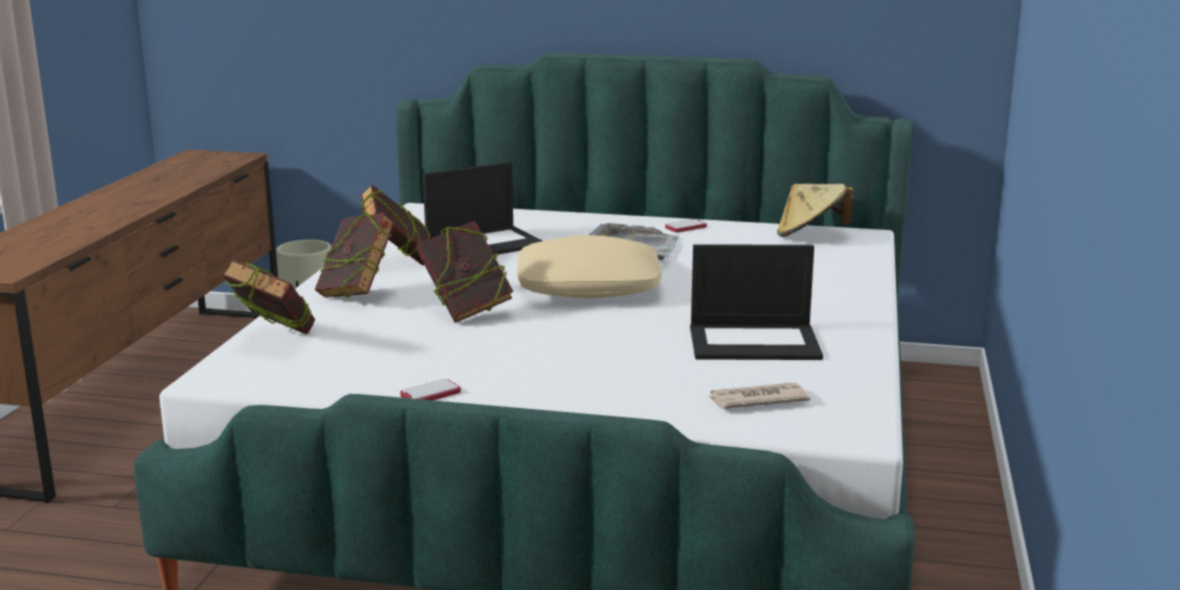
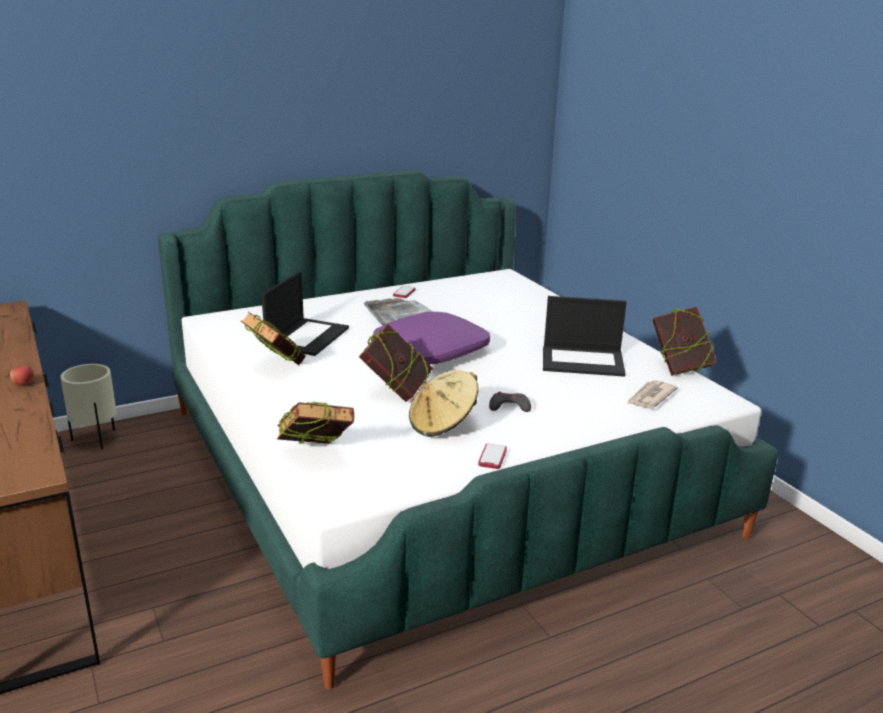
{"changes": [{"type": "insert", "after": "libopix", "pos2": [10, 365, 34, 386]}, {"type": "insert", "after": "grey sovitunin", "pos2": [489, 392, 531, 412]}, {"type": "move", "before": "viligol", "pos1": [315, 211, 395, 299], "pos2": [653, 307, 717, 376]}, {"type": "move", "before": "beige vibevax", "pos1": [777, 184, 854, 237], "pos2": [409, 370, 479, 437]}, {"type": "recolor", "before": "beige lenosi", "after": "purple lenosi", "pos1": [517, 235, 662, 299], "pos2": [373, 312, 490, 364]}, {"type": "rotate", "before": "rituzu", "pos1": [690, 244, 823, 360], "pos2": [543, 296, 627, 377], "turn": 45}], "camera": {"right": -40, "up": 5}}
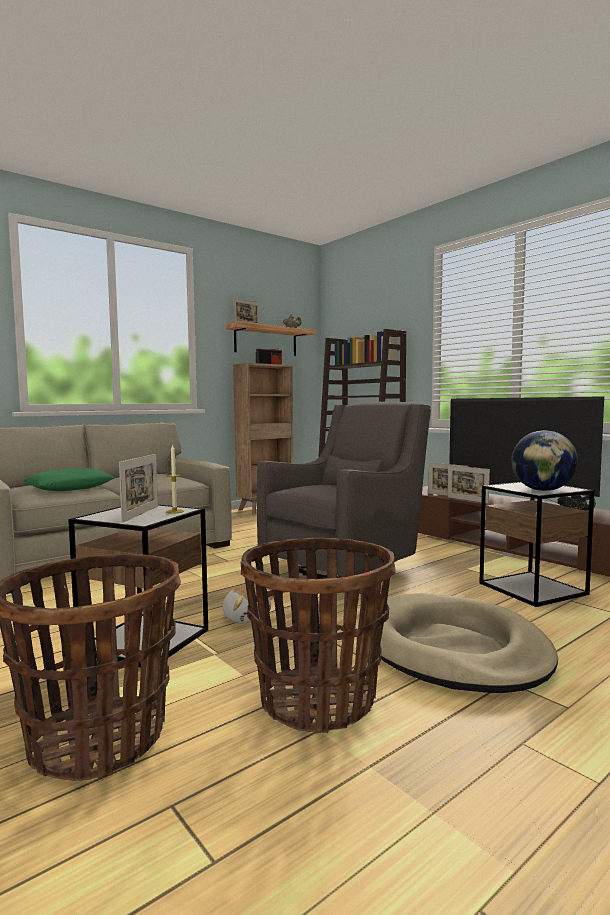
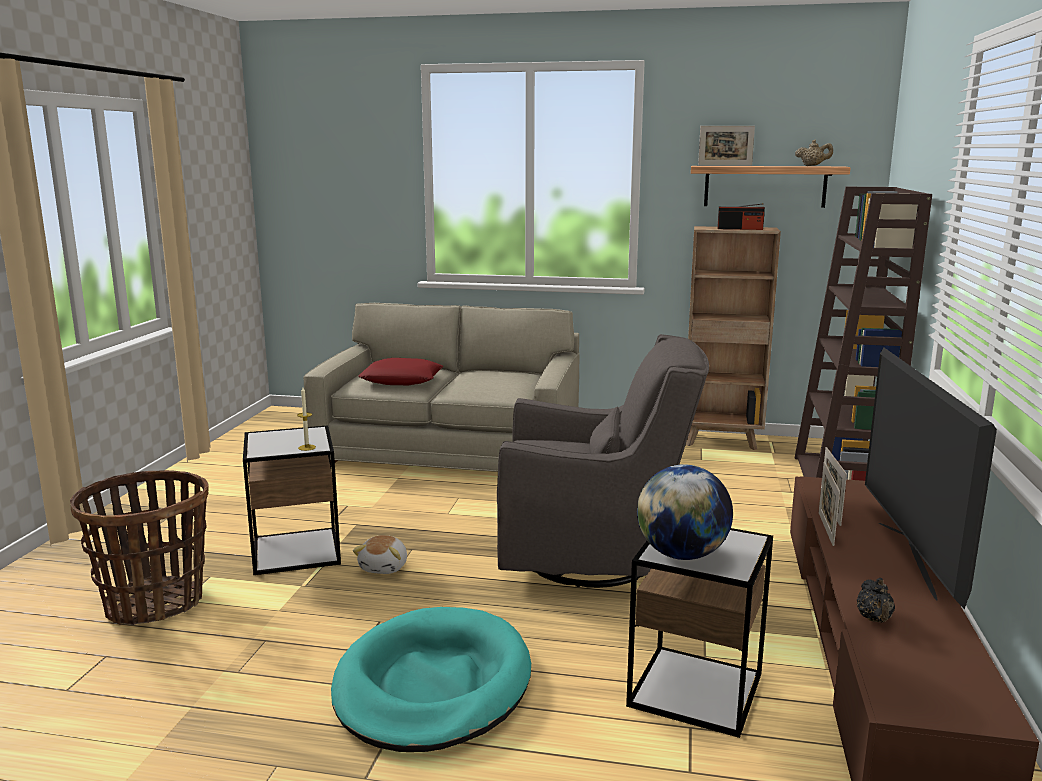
{"changes": [{"type": "delete", "before": "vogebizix", "pos1": [119, 454, 158, 523]}, {"type": "delete", "before": "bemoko", "pos1": [240, 538, 396, 734]}, {"type": "recolor", "before": "green lenosi", "after": "red lenosi", "pos1": [23, 468, 115, 491], "pos2": [358, 358, 443, 385]}, {"type": "recolor", "before": "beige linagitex", "after": "turquoise linagitex", "pos1": [379, 593, 558, 693], "pos2": [331, 607, 531, 752]}], "camera": {"right": 50, "up": 10}}
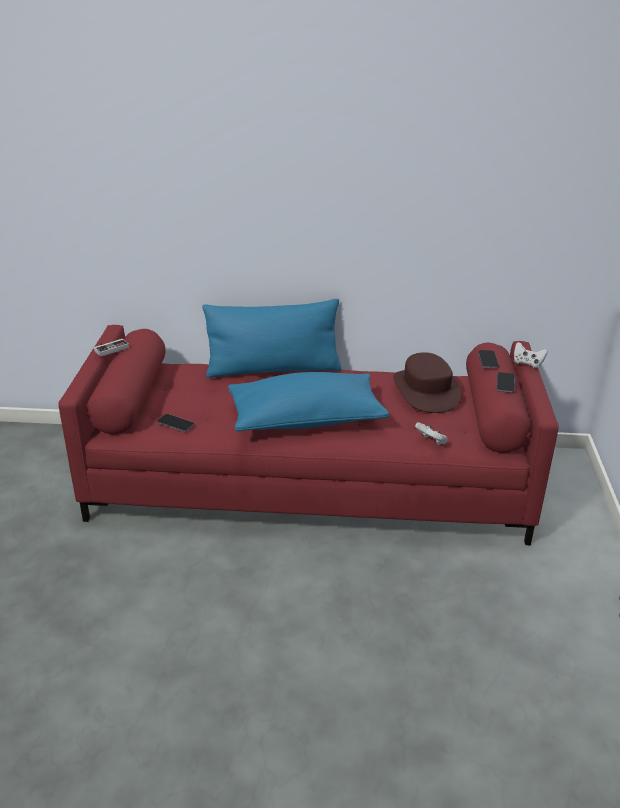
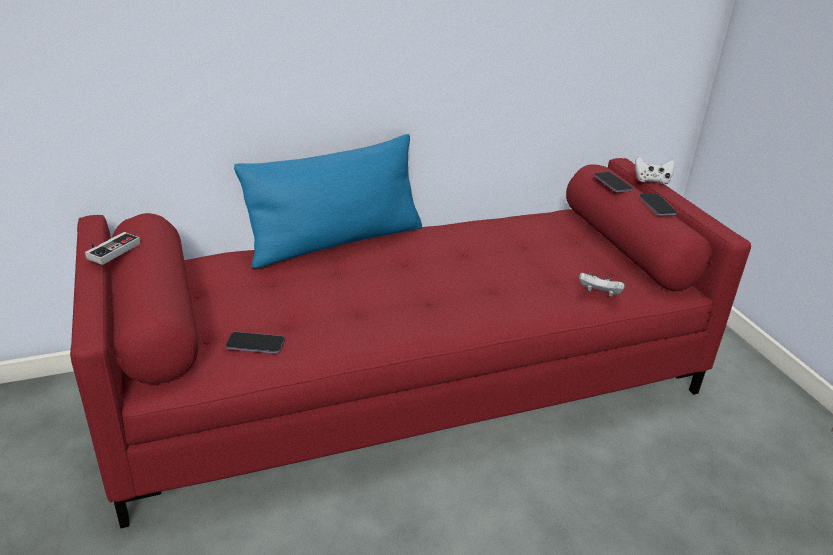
{"changes": [{"type": "delete", "before": "blue lenosi", "pos1": [228, 372, 389, 431]}, {"type": "delete", "before": "brown vibevax", "pos1": [394, 352, 461, 413]}], "camera": {"right": -25, "up": 0}}
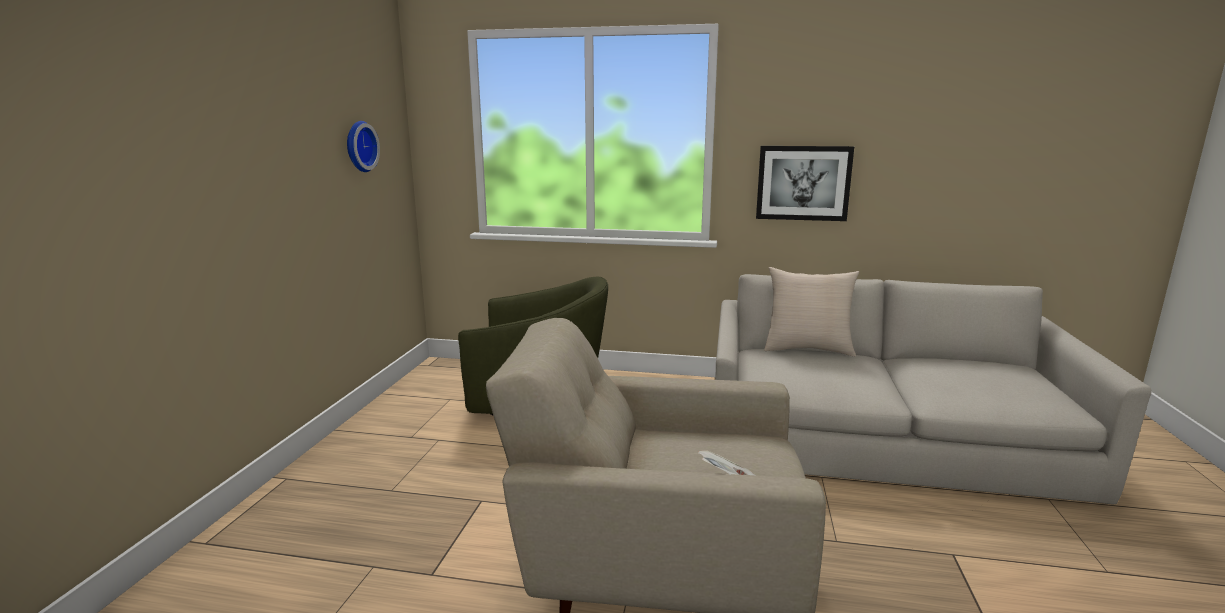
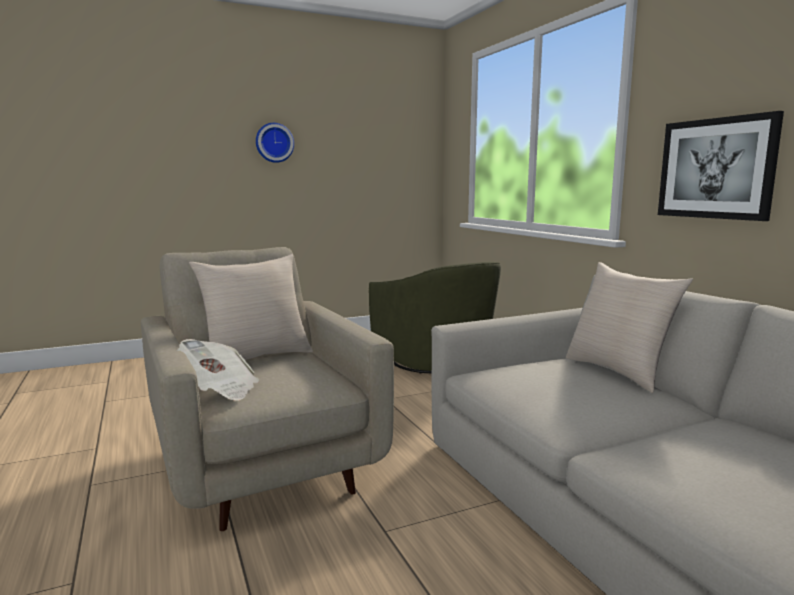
{"changes": [{"type": "insert", "after": "beige lenosi", "pos2": [189, 254, 313, 360]}, {"type": "move", "before": "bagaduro", "pos1": [347, 121, 380, 172], "pos2": [256, 123, 294, 163]}], "camera": {"right": 55, "up": -5}}
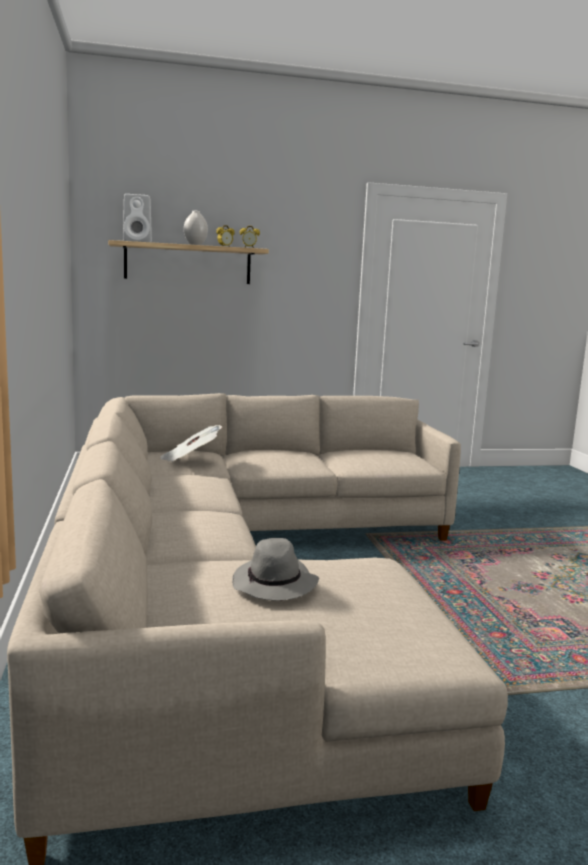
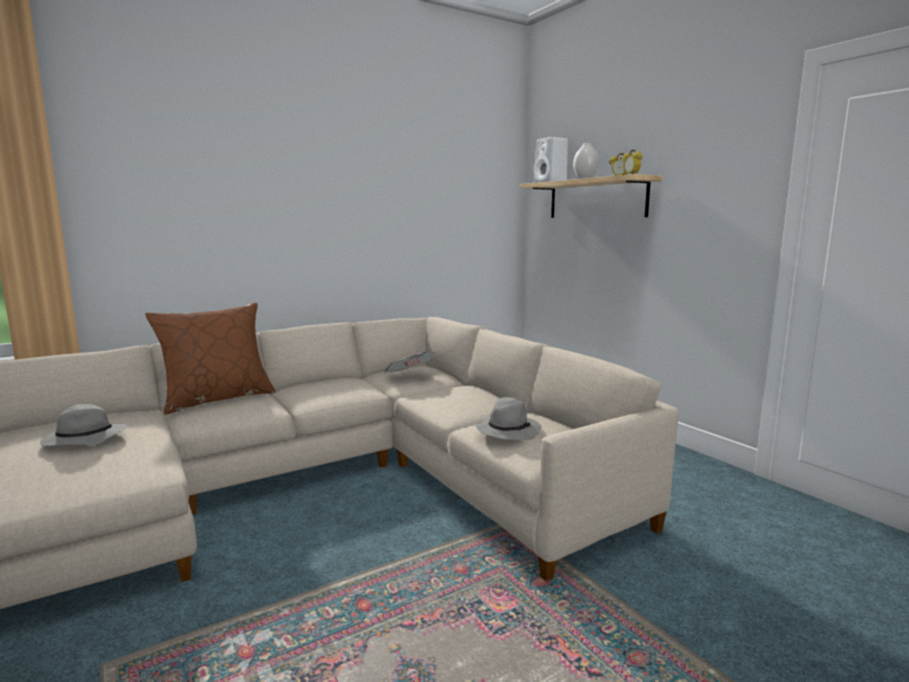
{"changes": [{"type": "insert", "after": "brown lenosi", "pos2": [145, 303, 276, 415]}, {"type": "insert", "after": "grey vibevax", "pos2": [475, 397, 541, 440]}], "camera": {"right": 70, "up": 0}}
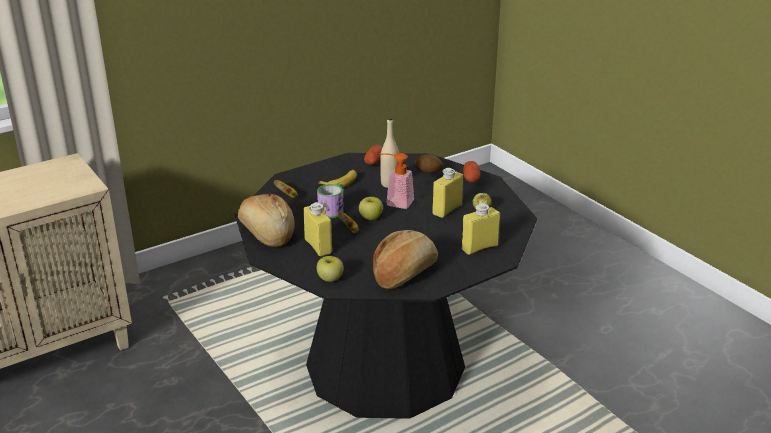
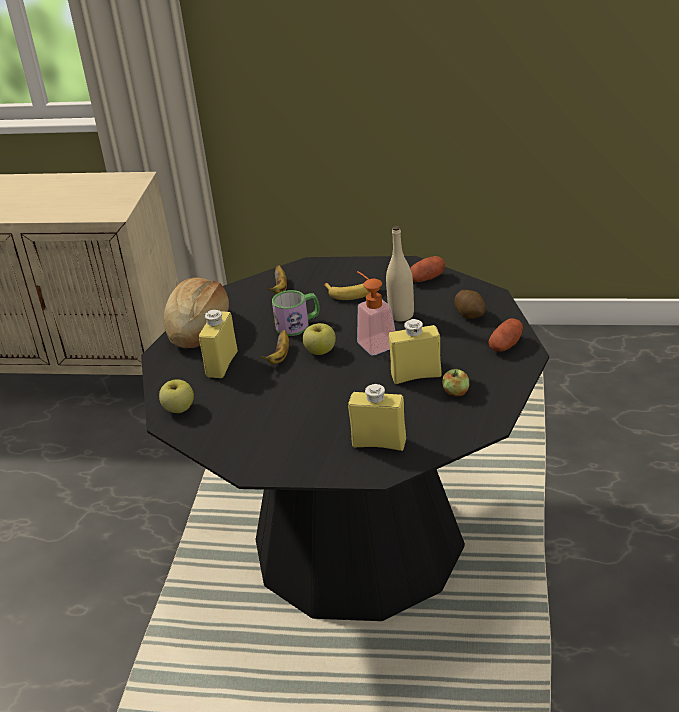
{"changes": [{"type": "delete", "before": "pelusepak", "pos1": [373, 230, 438, 289]}], "camera": {"right": 45, "up": 5}}
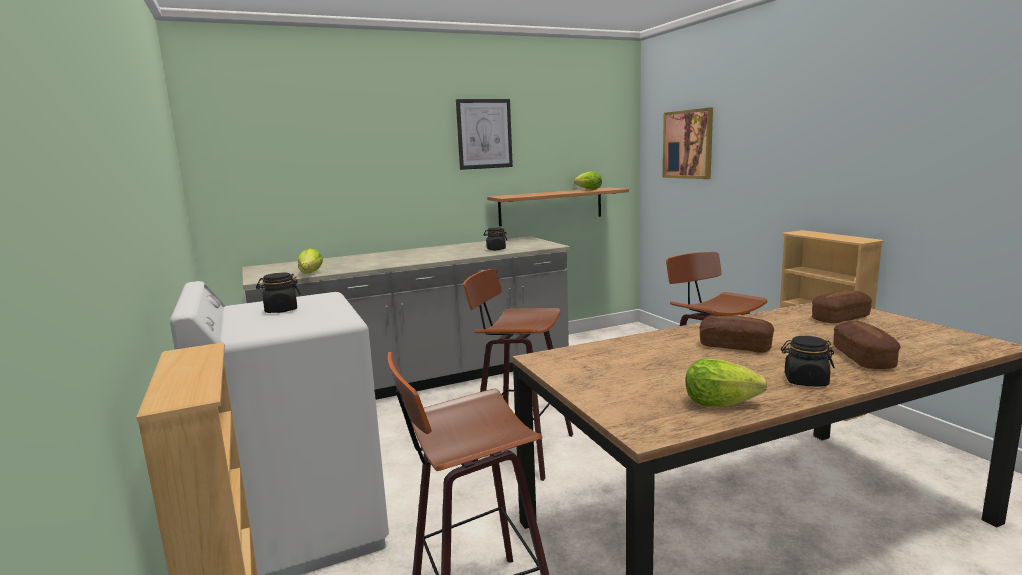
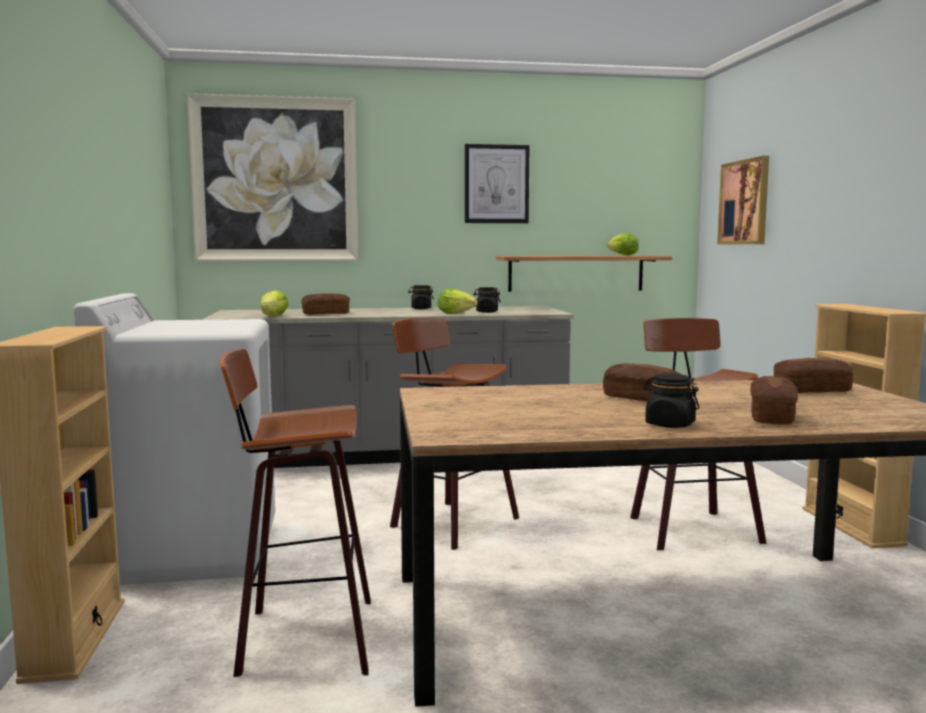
{"changes": [{"type": "insert", "after": "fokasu", "pos2": [187, 93, 358, 261]}, {"type": "insert", "after": "pelusepak", "pos2": [301, 293, 350, 315]}, {"type": "move", "before": "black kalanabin", "pos1": [256, 273, 301, 313], "pos2": [408, 285, 434, 309]}, {"type": "move", "before": "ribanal", "pos1": [686, 358, 767, 407], "pos2": [438, 289, 477, 314]}], "camera": {"right": 15, "up": -5}}
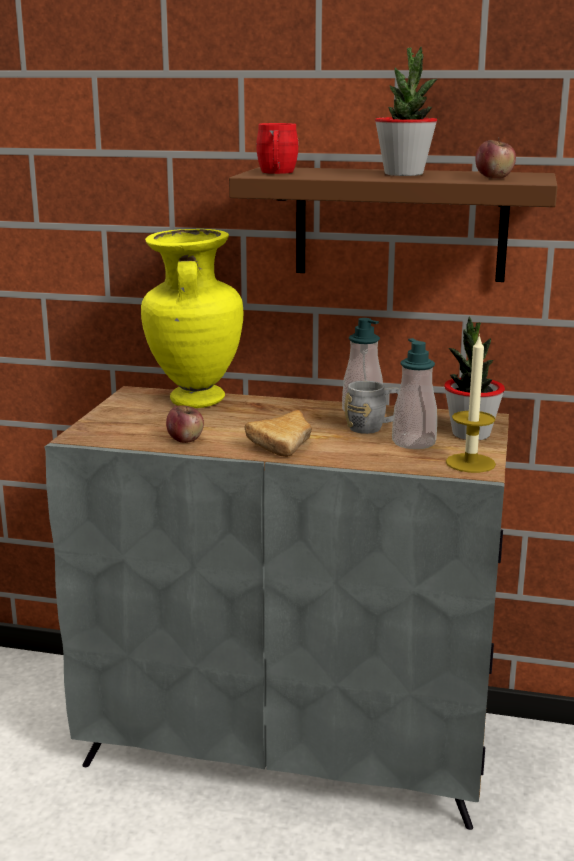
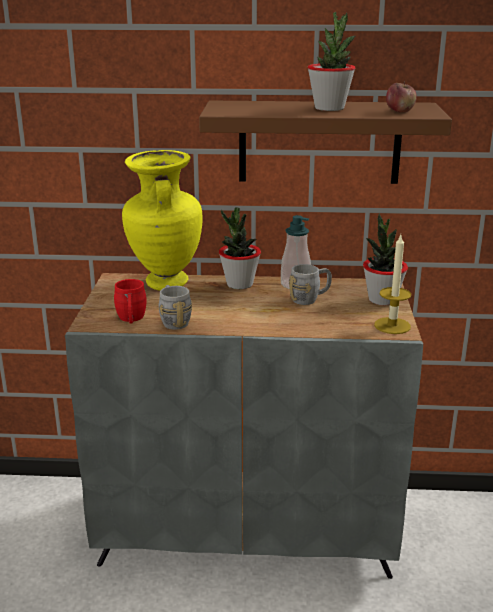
{"changes": [{"type": "delete", "before": "pelusepak", "pos1": [245, 410, 312, 457]}, {"type": "delete", "before": "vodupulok", "pos1": [392, 338, 437, 449]}, {"type": "insert", "after": "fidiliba", "pos2": [219, 208, 261, 289]}, {"type": "move", "before": "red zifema", "pos1": [256, 123, 299, 174], "pos2": [114, 279, 147, 323]}, {"type": "replace", "before": "libopix", "after": "grey zifema", "pos1": [166, 405, 204, 443], "pos2": [159, 285, 192, 330]}], "camera": {"right": -10, "up": 5}}
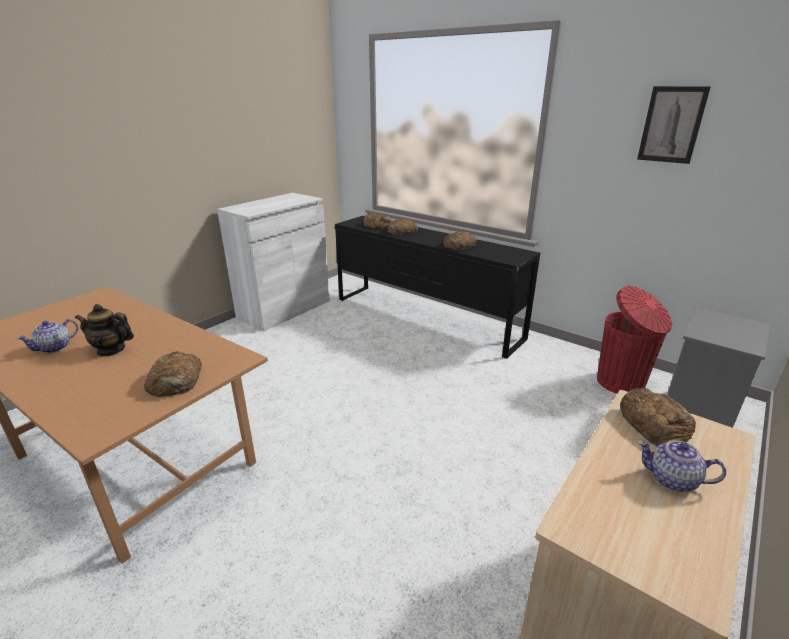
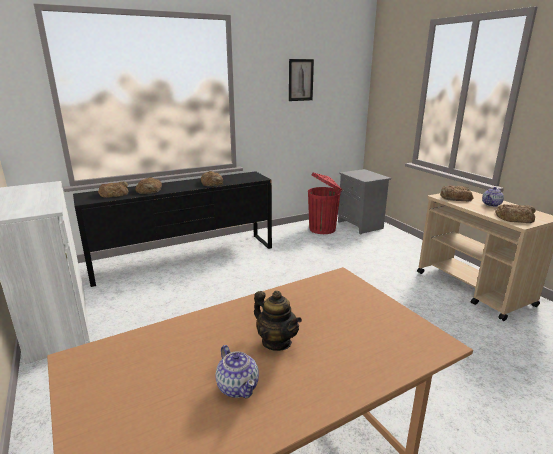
{"changes": [{"type": "move", "before": "pelusepak", "pos1": [144, 351, 202, 397], "pos2": [495, 204, 536, 223]}, {"type": "rotate", "before": "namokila", "pos1": [75, 304, 134, 356], "pos2": [254, 291, 302, 351], "turn": -75}], "camera": {"right": -65, "up": -5}}
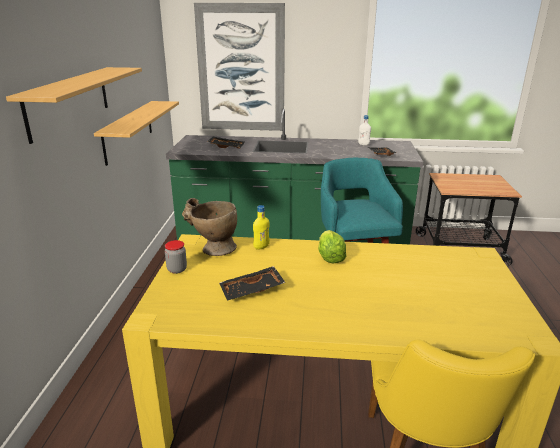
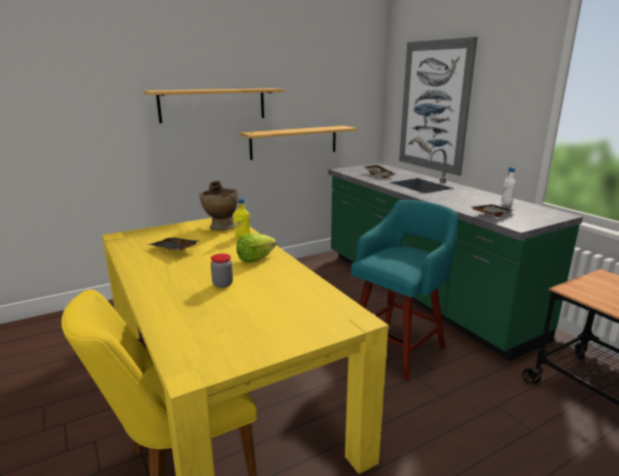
{"changes": [{"type": "move", "before": "kalanabin", "pos1": [165, 240, 187, 274], "pos2": [211, 253, 233, 288]}], "camera": {"right": 55, "up": -5}}
